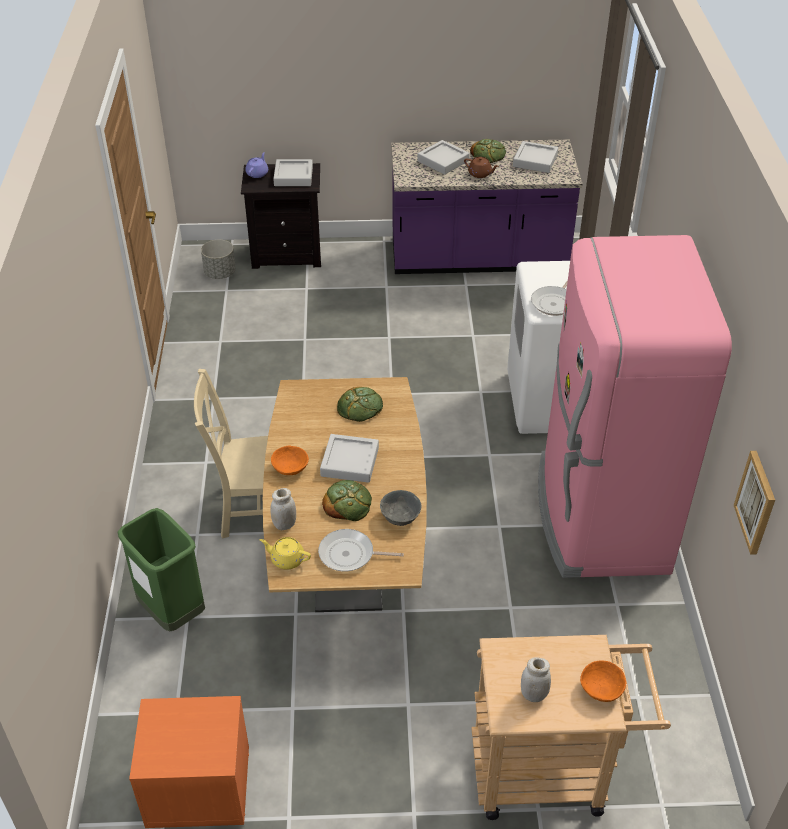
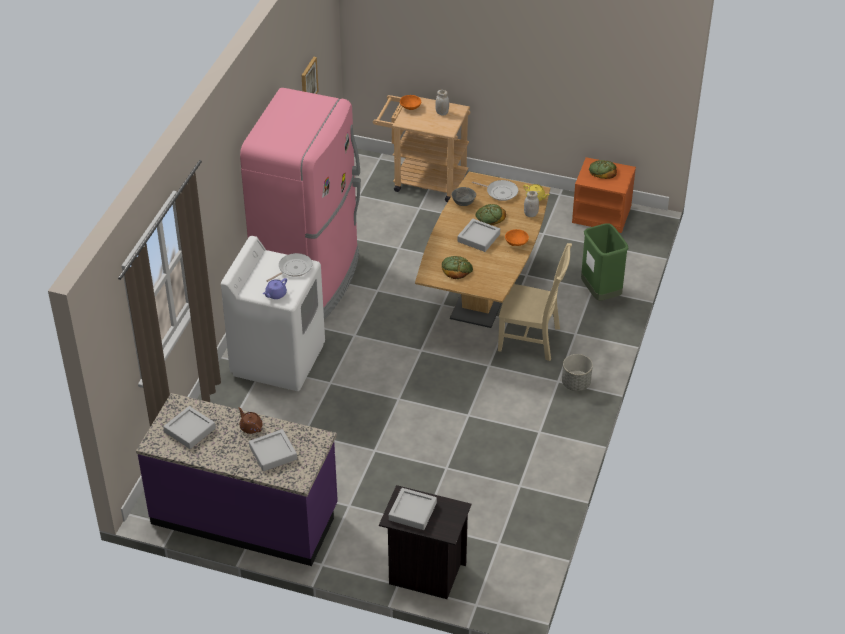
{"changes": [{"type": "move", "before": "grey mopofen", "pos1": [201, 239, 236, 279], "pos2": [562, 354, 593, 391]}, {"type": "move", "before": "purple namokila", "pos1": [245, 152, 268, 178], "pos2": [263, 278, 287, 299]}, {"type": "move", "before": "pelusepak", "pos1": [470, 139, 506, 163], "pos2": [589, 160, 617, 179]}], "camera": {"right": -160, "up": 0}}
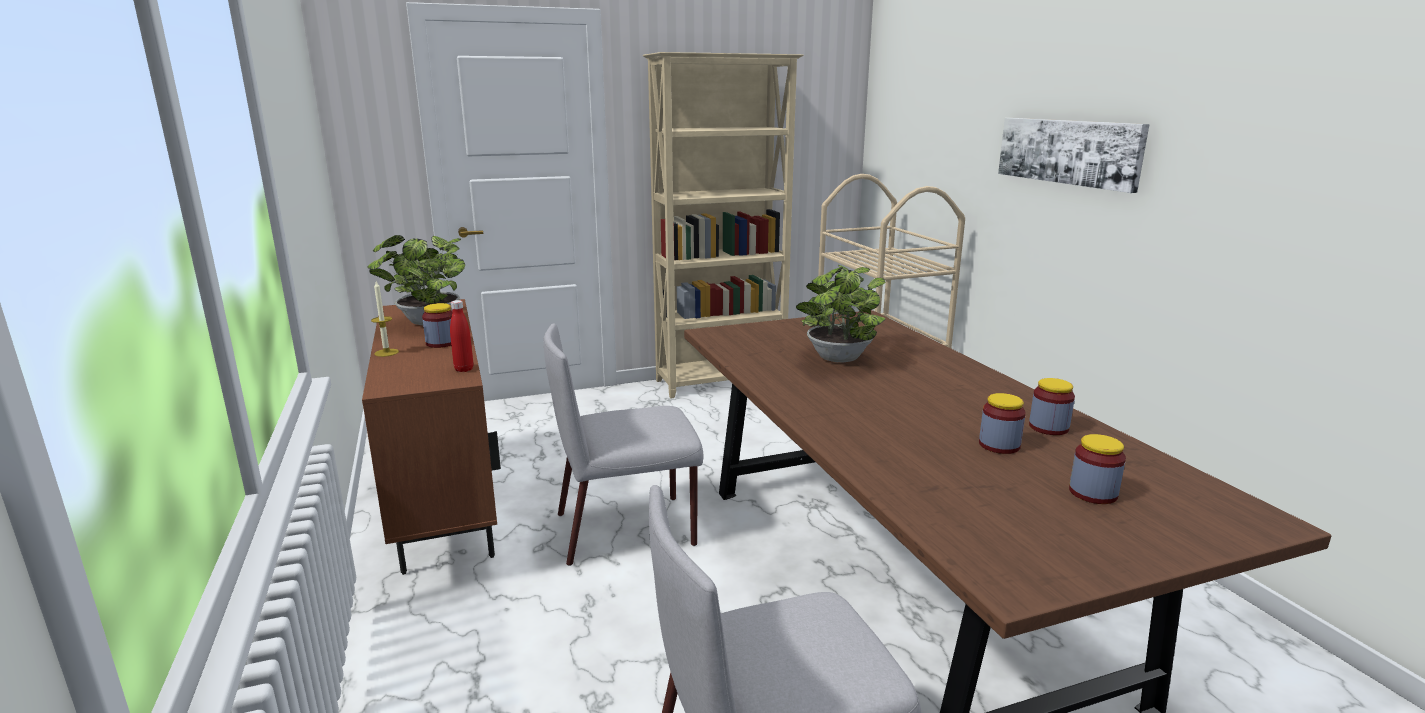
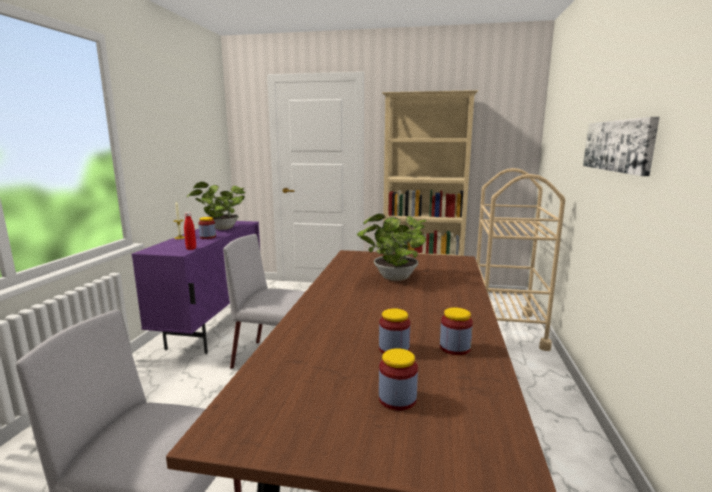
{"changes": [{"type": "recolor", "before": "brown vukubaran", "after": "purple vukubaran", "pos1": [362, 299, 501, 575], "pos2": [131, 221, 260, 354]}], "camera": {"right": 30, "up": -5}}
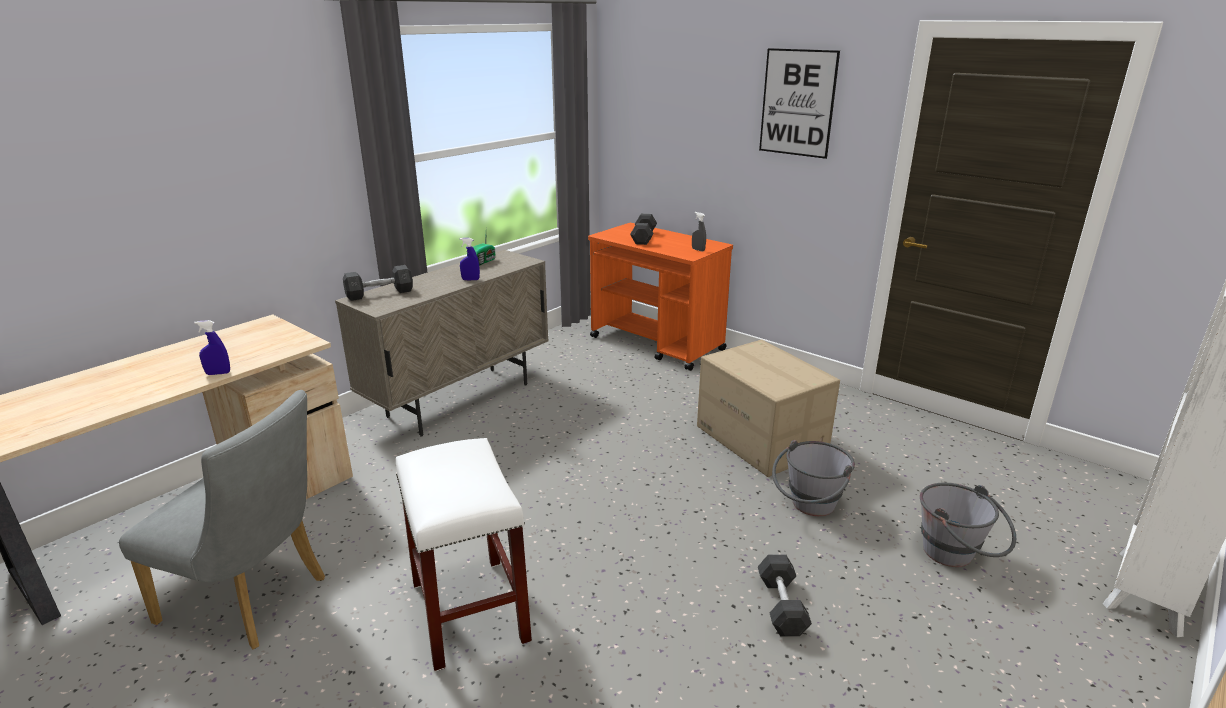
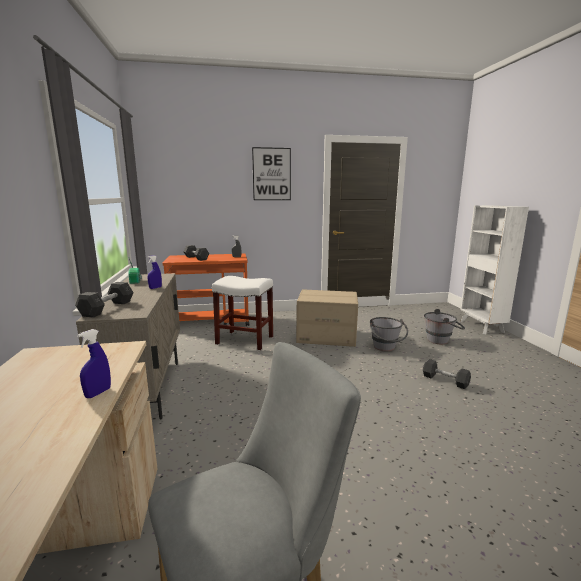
{"changes": [{"type": "move", "before": "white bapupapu", "pos1": [396, 438, 532, 672], "pos2": [212, 276, 273, 351]}], "camera": {"right": -50, "up": -10}}
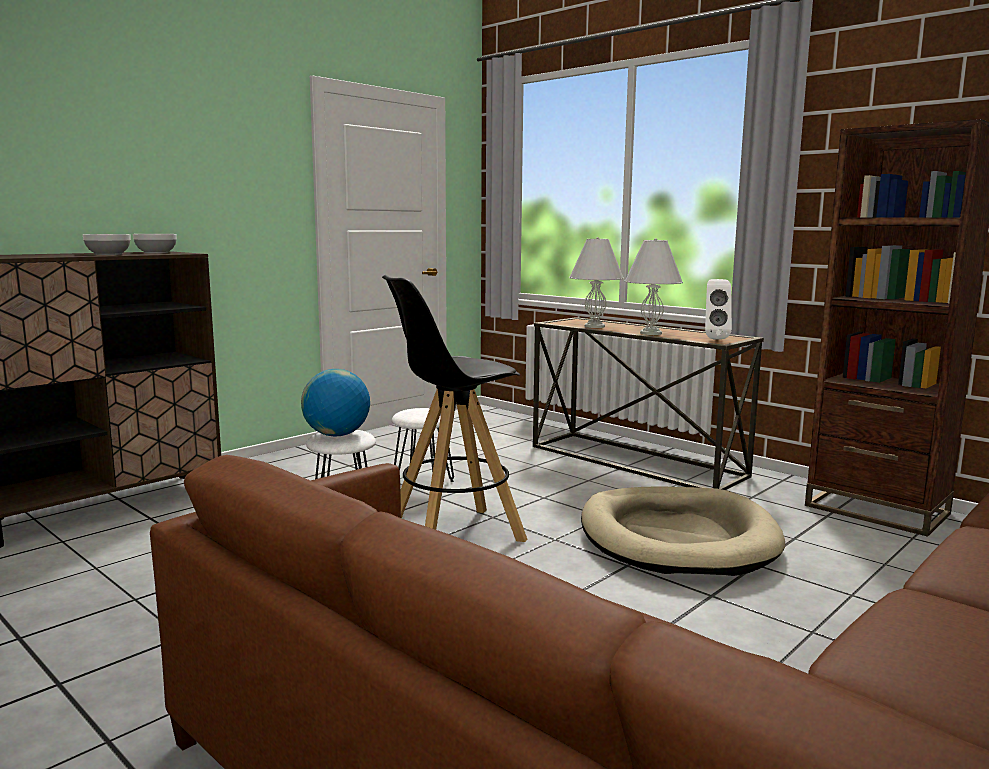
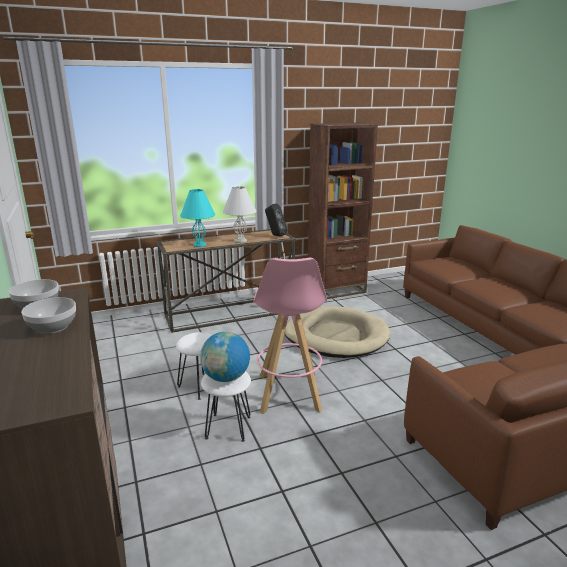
{"changes": [{"type": "recolor", "before": "black bapupapu", "after": "pink bapupapu", "pos1": [382, 275, 527, 542], "pos2": [253, 258, 327, 414]}, {"type": "recolor", "before": "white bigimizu", "after": "turquoise bigimizu", "pos1": [569, 237, 624, 328], "pos2": [180, 189, 215, 247]}, {"type": "recolor", "before": "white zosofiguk", "after": "black zosofiguk", "pos1": [705, 279, 732, 340], "pos2": [265, 204, 287, 236]}], "camera": {"right": -65, "up": 10}}
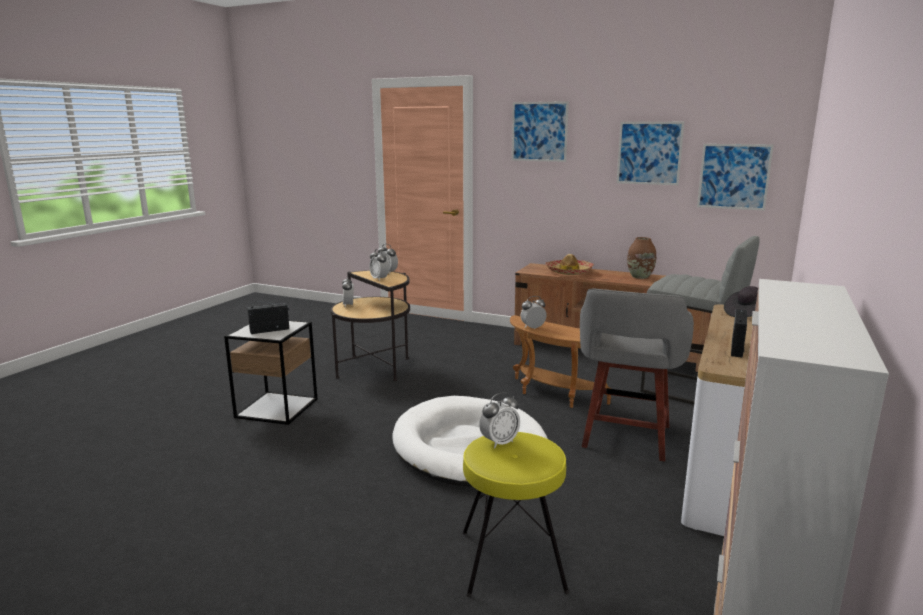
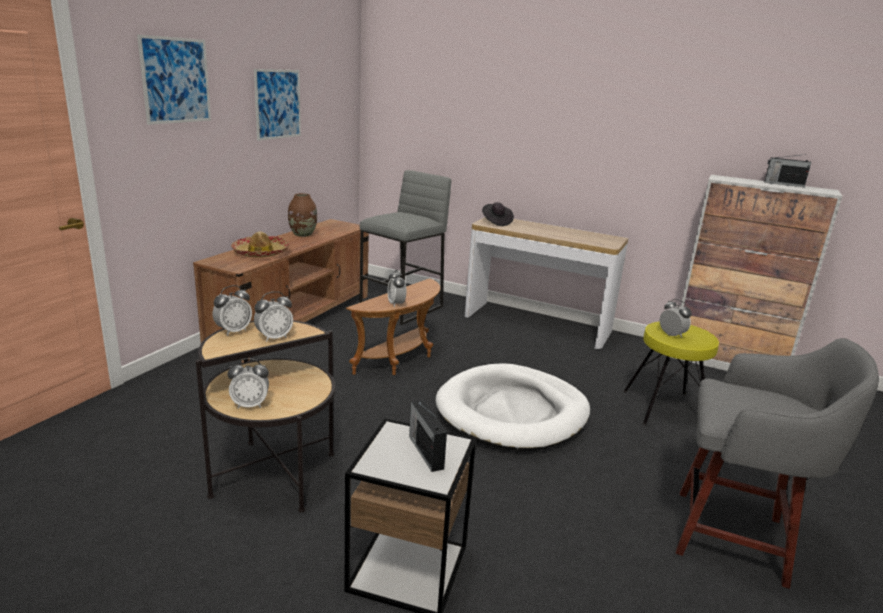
{"changes": [{"type": "delete", "before": "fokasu", "pos1": [697, 144, 774, 210]}, {"type": "move", "before": "grey bapupapu", "pos1": [580, 288, 694, 462], "pos2": [676, 338, 879, 589]}, {"type": "move", "before": "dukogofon", "pos1": [731, 309, 747, 358], "pos2": [765, 154, 811, 187]}], "camera": {"right": -90, "up": 5}}
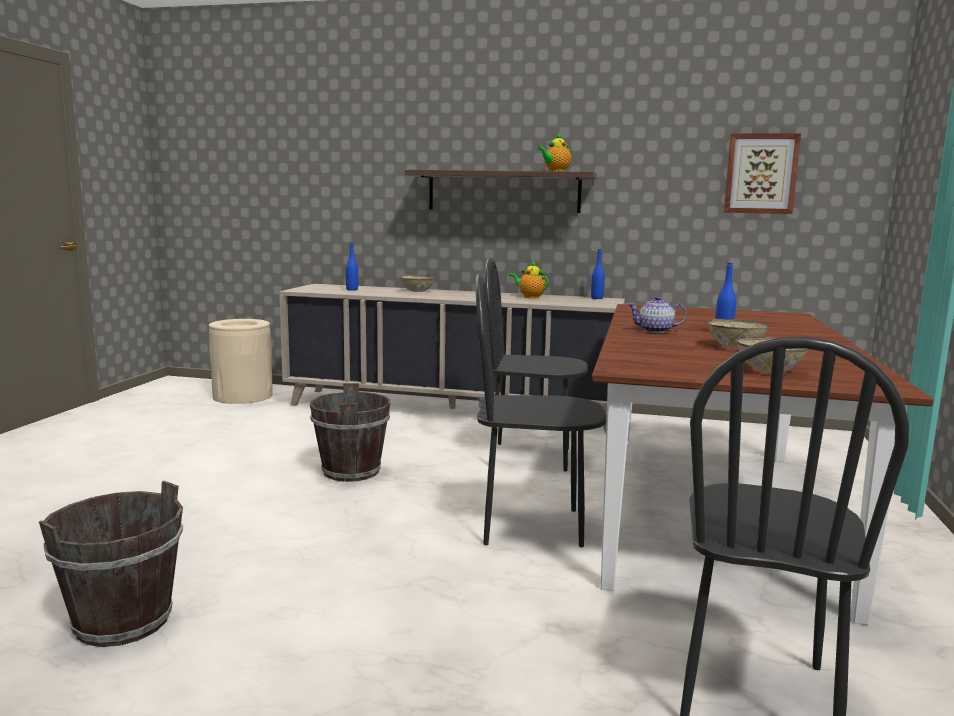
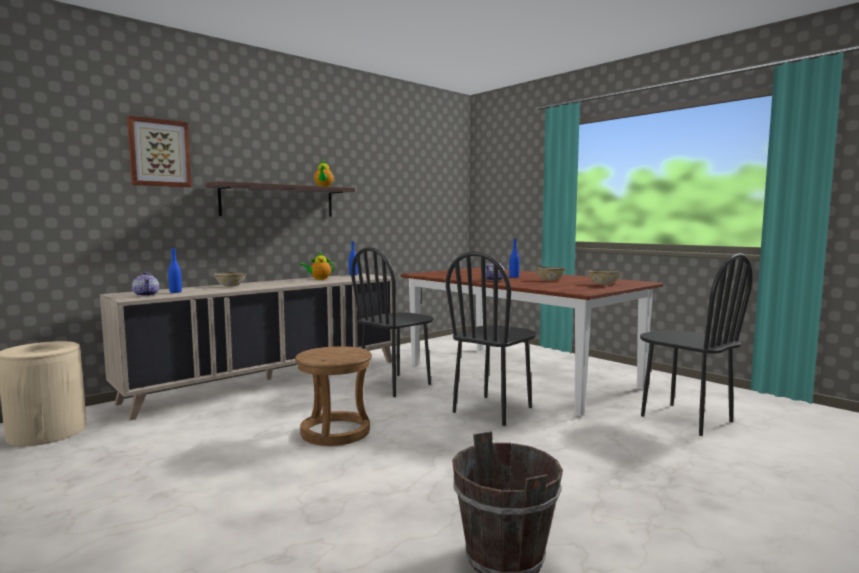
{"changes": [{"type": "insert", "after": "namokila", "pos2": [132, 272, 159, 296]}, {"type": "move", "before": "fokasu", "pos1": [724, 133, 801, 214], "pos2": [127, 115, 192, 187]}, {"type": "replace", "before": "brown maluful", "after": "brown bapupapu", "pos1": [310, 383, 390, 482], "pos2": [295, 346, 372, 446]}], "camera": {"right": -55, "up": -5}}
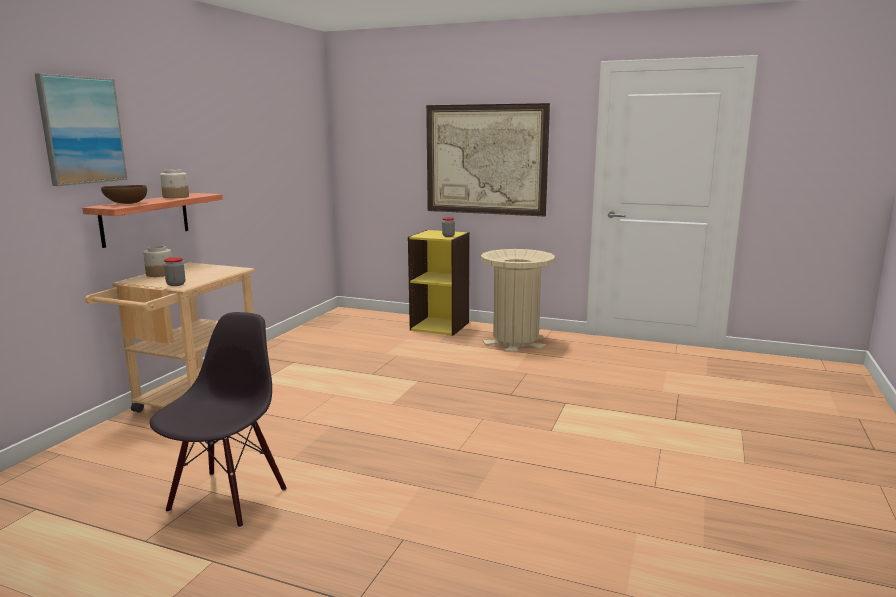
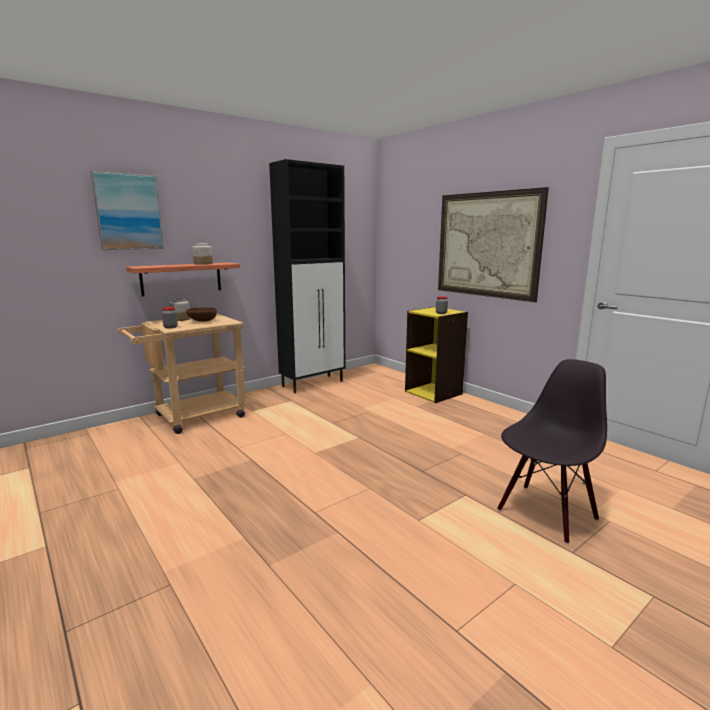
{"changes": [{"type": "delete", "before": "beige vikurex", "pos1": [481, 249, 555, 352]}, {"type": "insert", "after": "black vukubaran", "pos2": [269, 159, 345, 393]}, {"type": "move", "before": "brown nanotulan", "pos1": [101, 185, 147, 204], "pos2": [186, 307, 217, 322]}, {"type": "move", "before": "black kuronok", "pos1": [149, 312, 287, 528], "pos2": [497, 359, 607, 544]}], "camera": {"right": 30, "up": 0}}
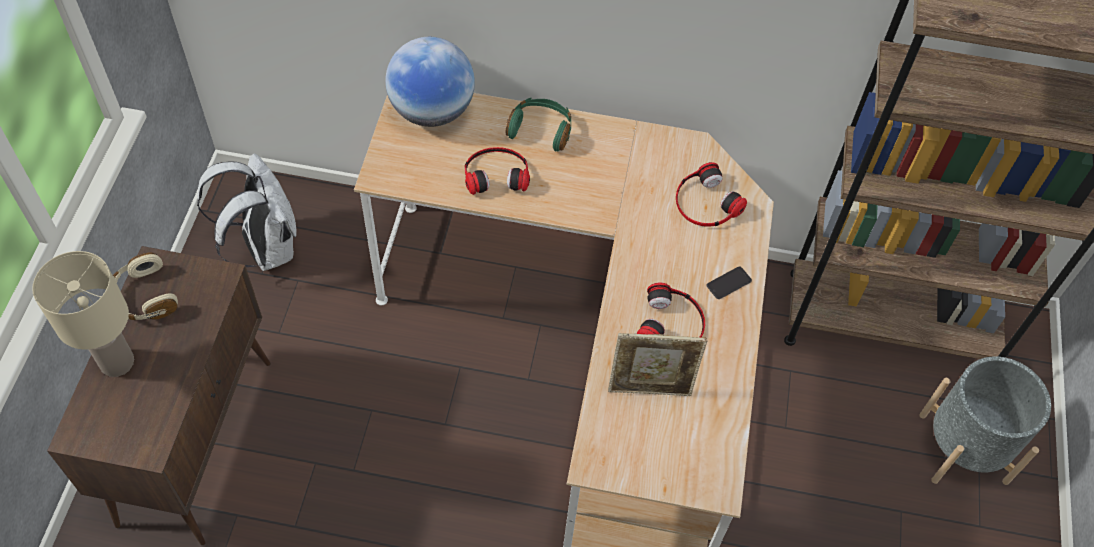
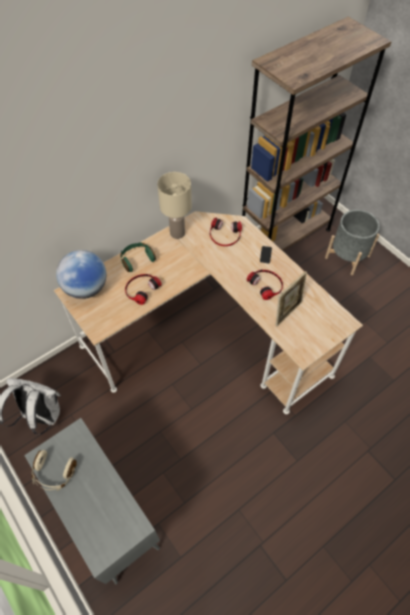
{"changes": [{"type": "move", "before": "beige bigimizu", "pos1": [32, 251, 134, 377], "pos2": [157, 172, 192, 239]}, {"type": "recolor", "before": "brown vukubaran", "after": "grey vukubaran", "pos1": [47, 246, 271, 545], "pos2": [24, 418, 160, 584]}], "camera": {"right": -45, "up": 0}}
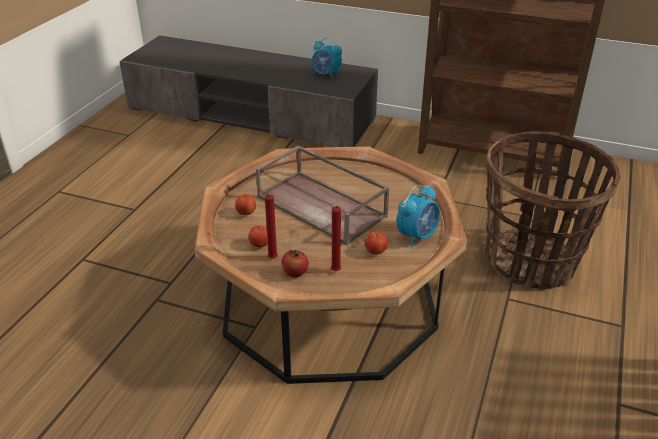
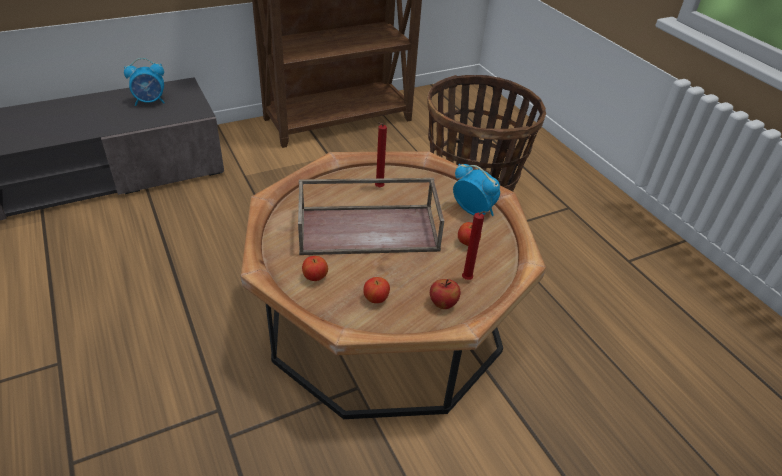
{"changes": [{"type": "move", "before": "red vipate", "pos1": [260, 190, 278, 259], "pos2": [375, 122, 387, 188]}, {"type": "rotate", "before": "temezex", "pos1": [397, 185, 440, 247], "pos2": [453, 164, 500, 216], "turn": -45}], "camera": {"right": -50, "up": 5}}
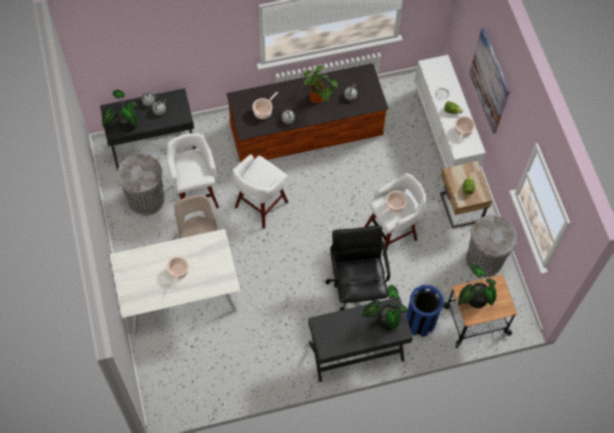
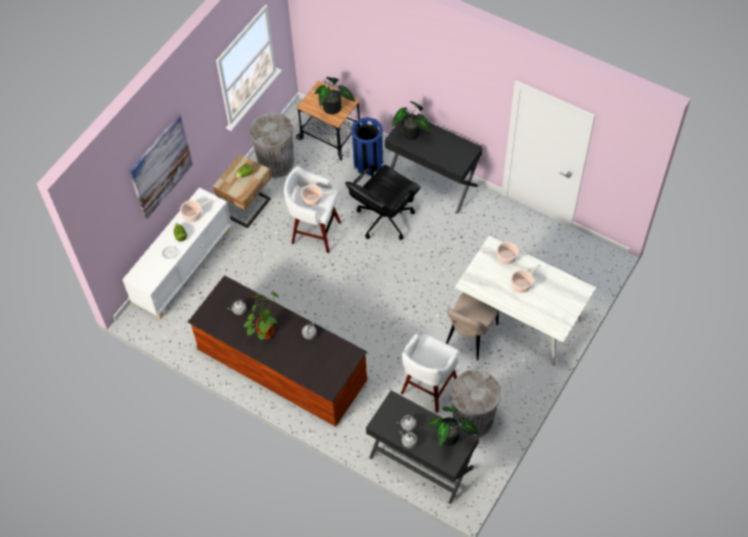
{"changes": [{"type": "delete", "before": "white bapupapu", "pos1": [232, 154, 288, 228]}, {"type": "move", "before": "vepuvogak", "pos1": [252, 92, 278, 119], "pos2": [483, 242, 519, 264]}], "camera": {"right": -130, "up": -5}}
